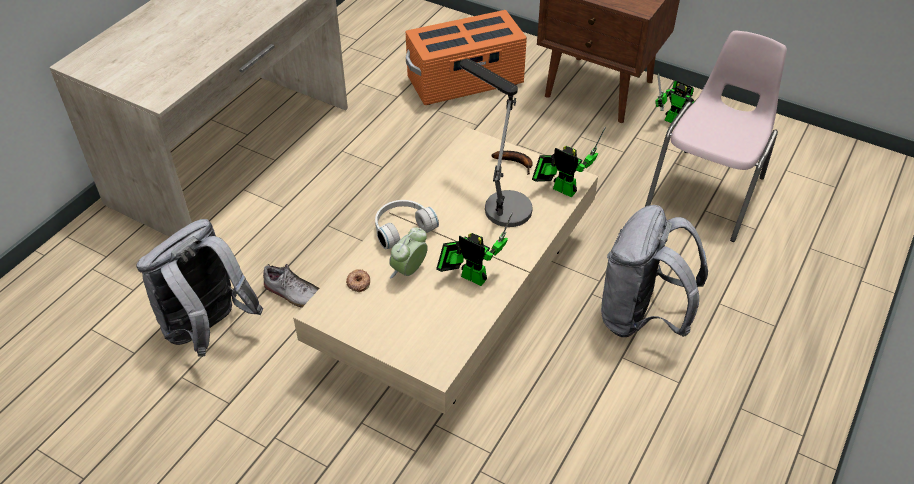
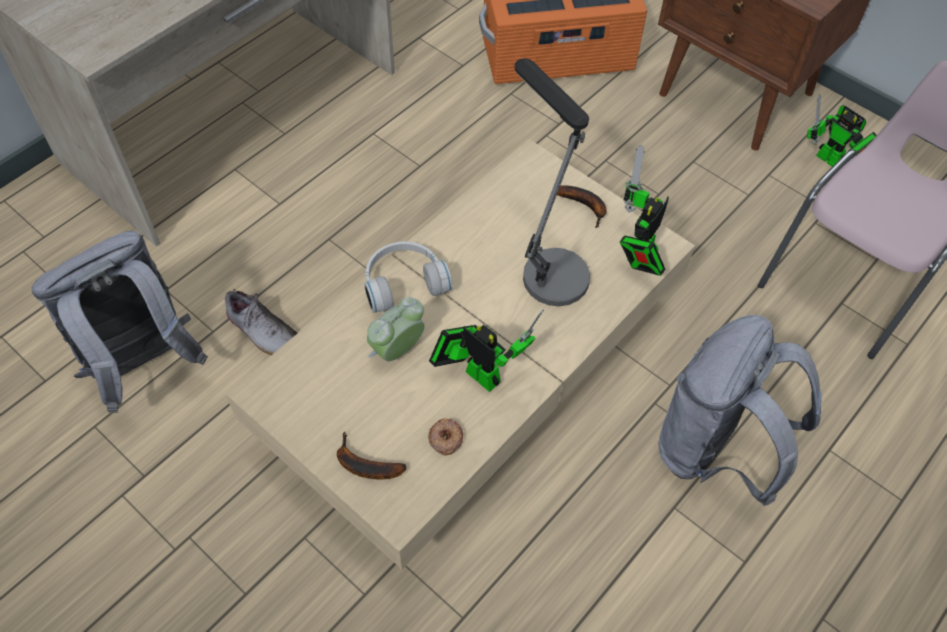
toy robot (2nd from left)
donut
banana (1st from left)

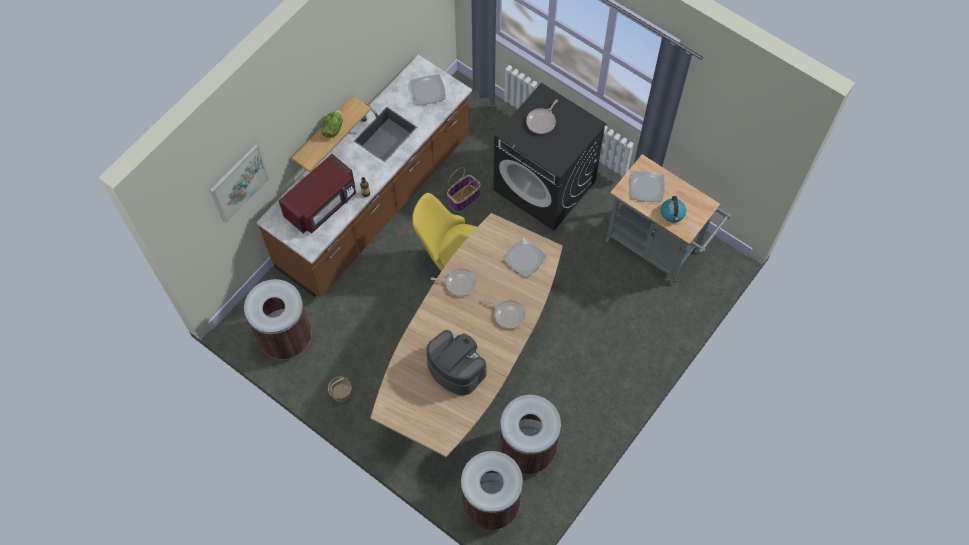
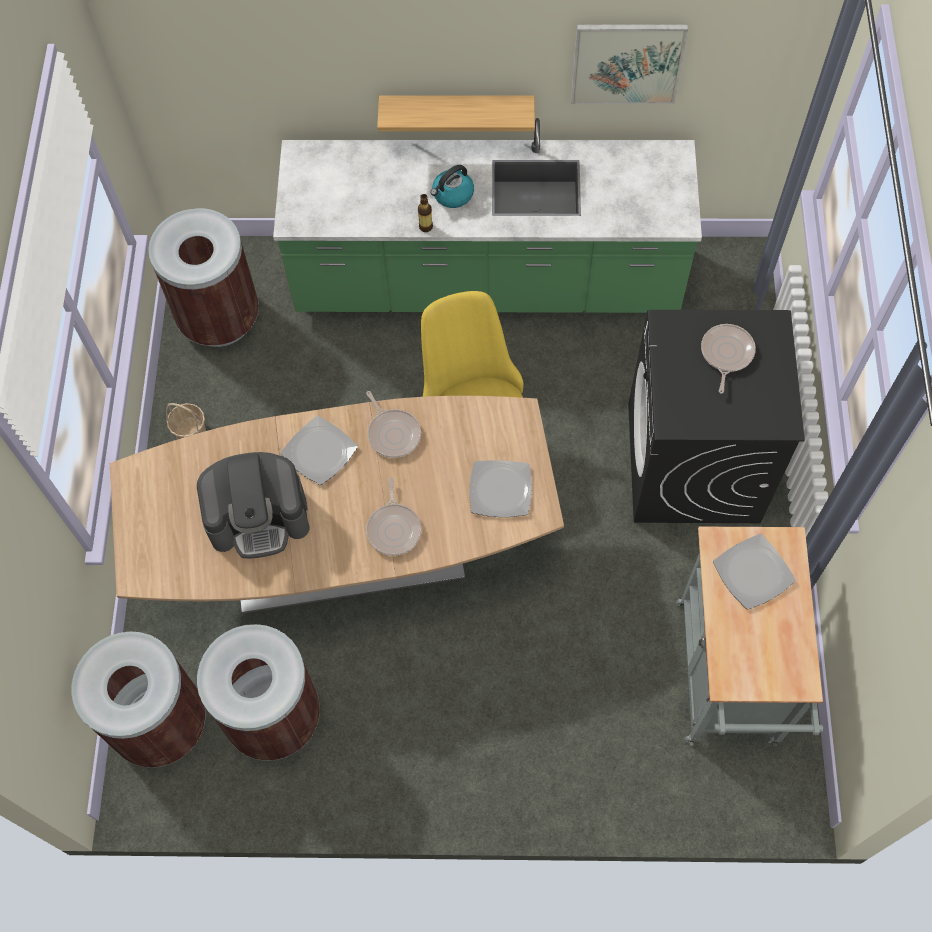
green counter
plate (1st from left)
frying pan (3rd from left)
lettuce
picture
red microwave
basket (2nd from left in the first image)
kettle
coffee machine

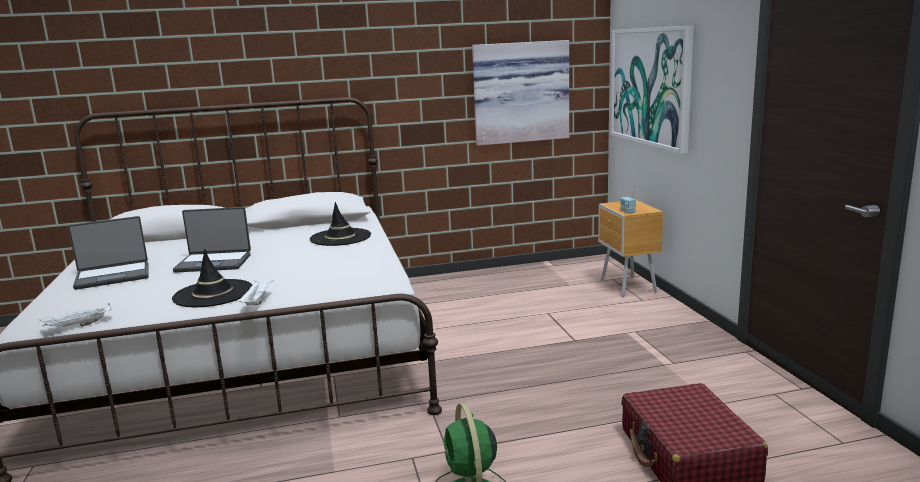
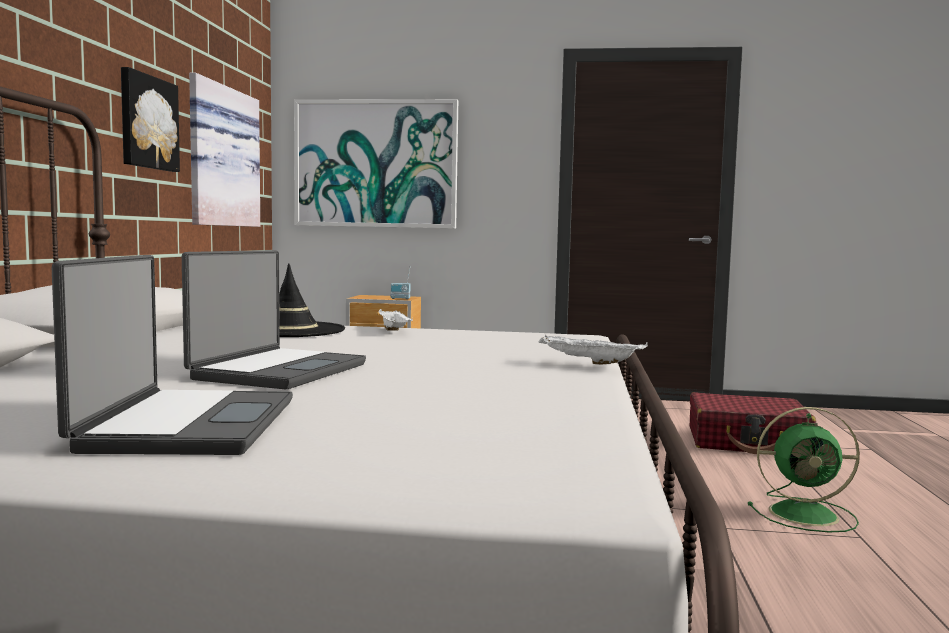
black hat (1st from left in the first image)
white tray (1st from left)
picture (1st from left)

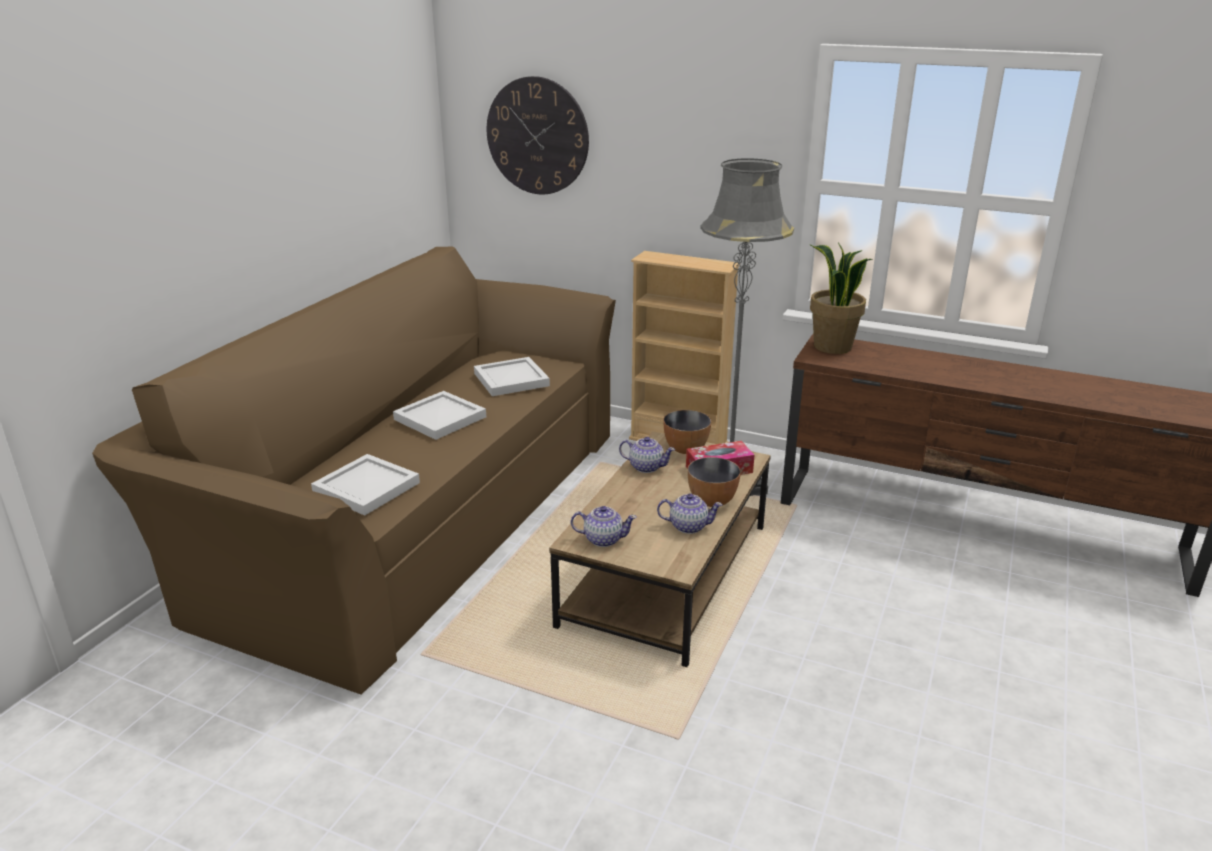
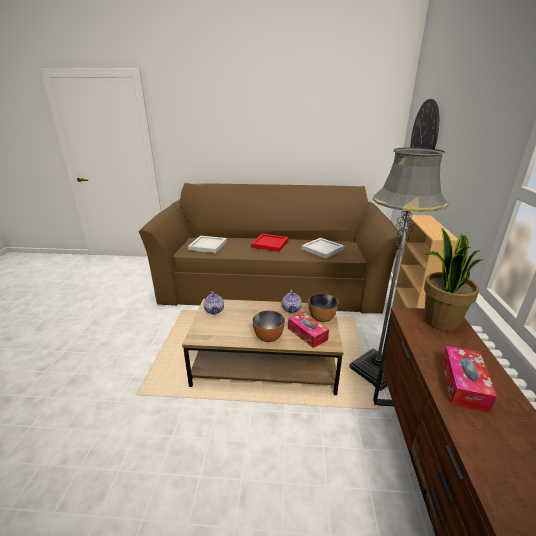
red tray
teapot (3rd from left in the first image)
tissue box (2nd from left)

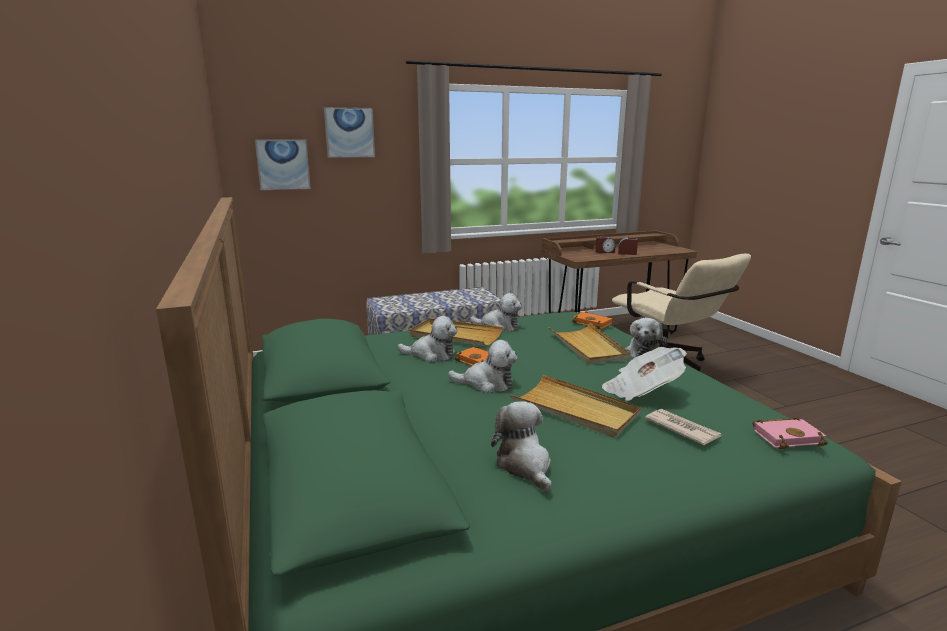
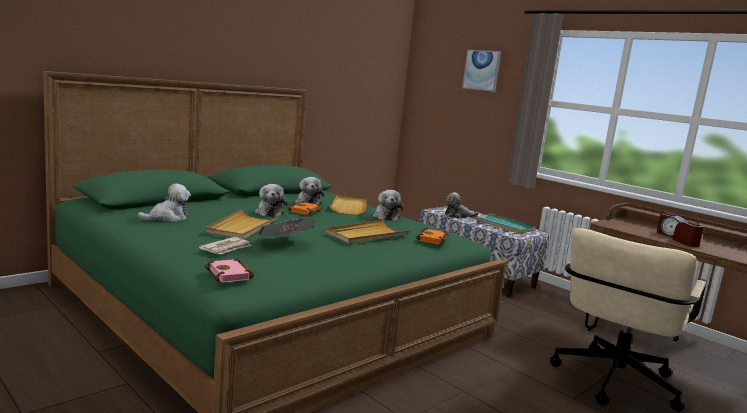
picture (1st from left in the first image)
plush toy (5th from left)
turquoise tray

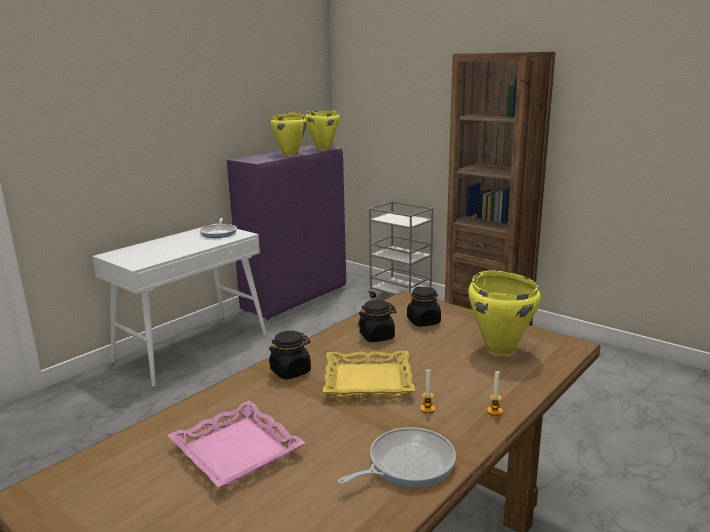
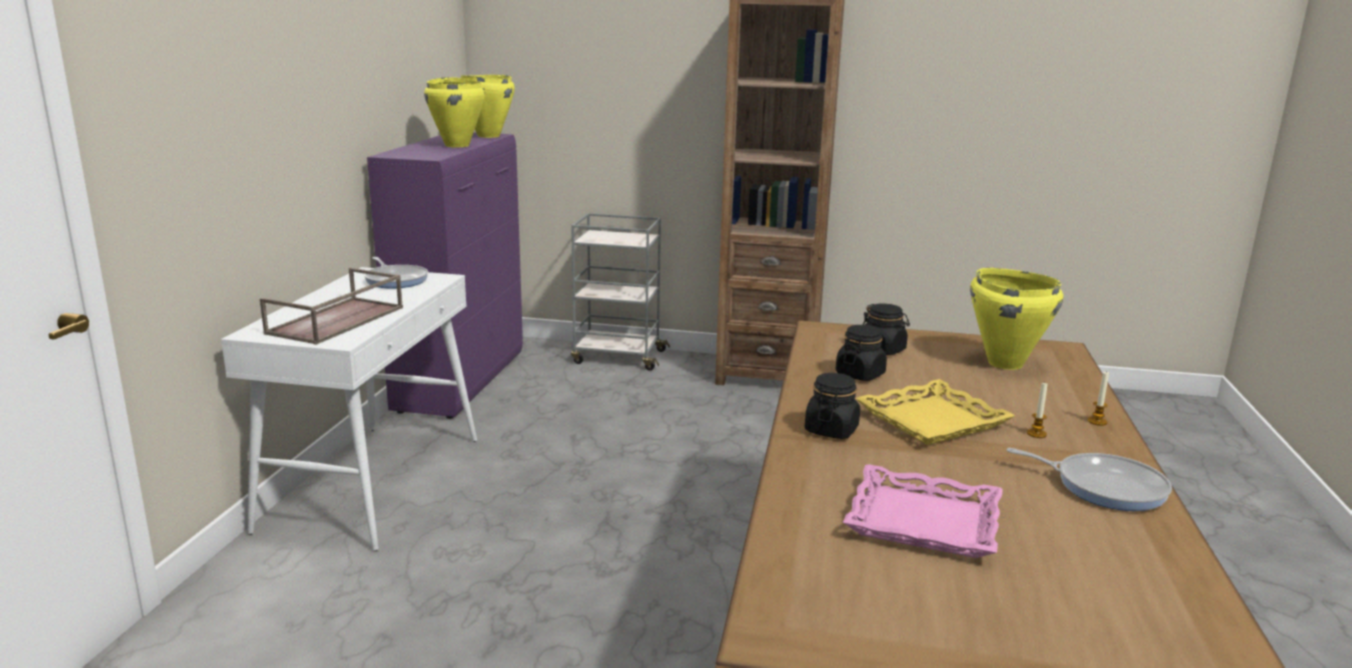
frying pan (2nd from left)
brown tray

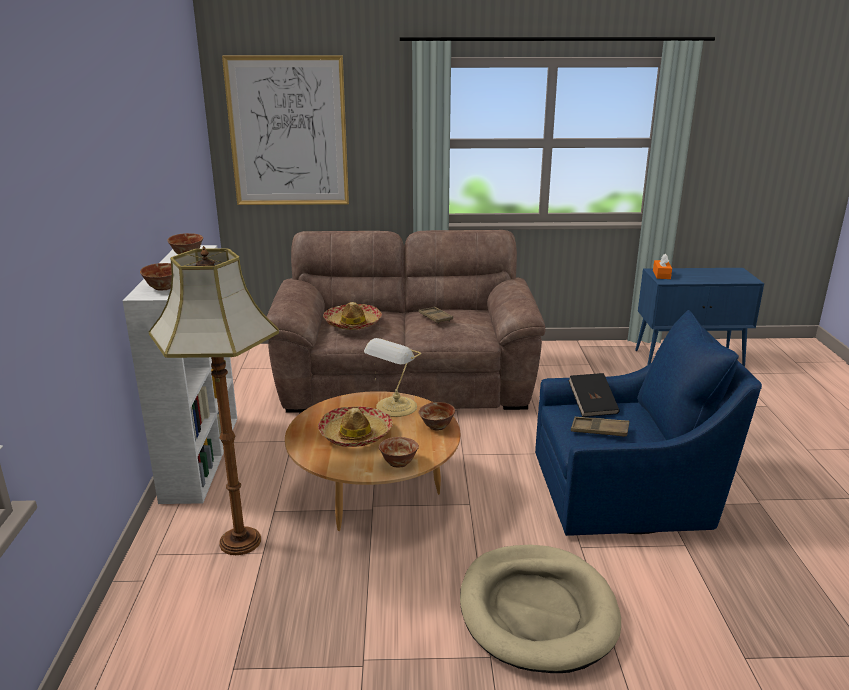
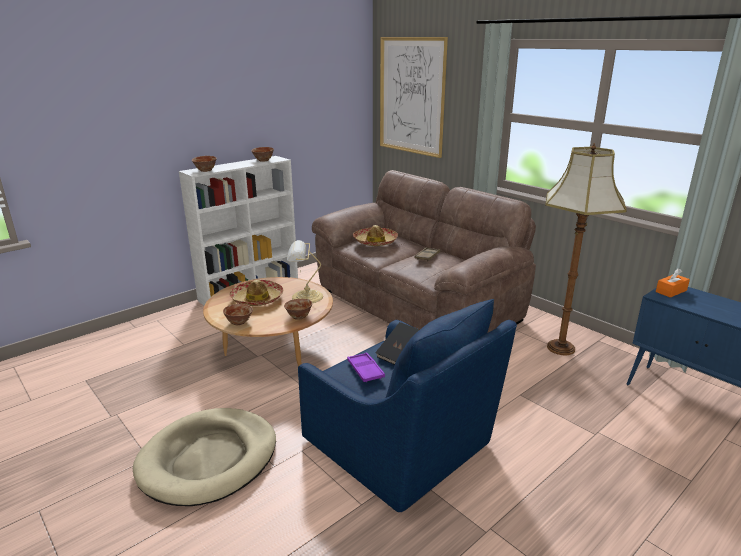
floor lamp
purple tray

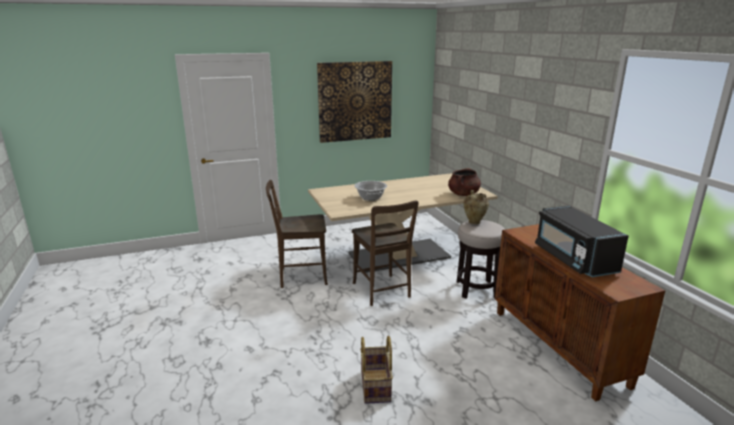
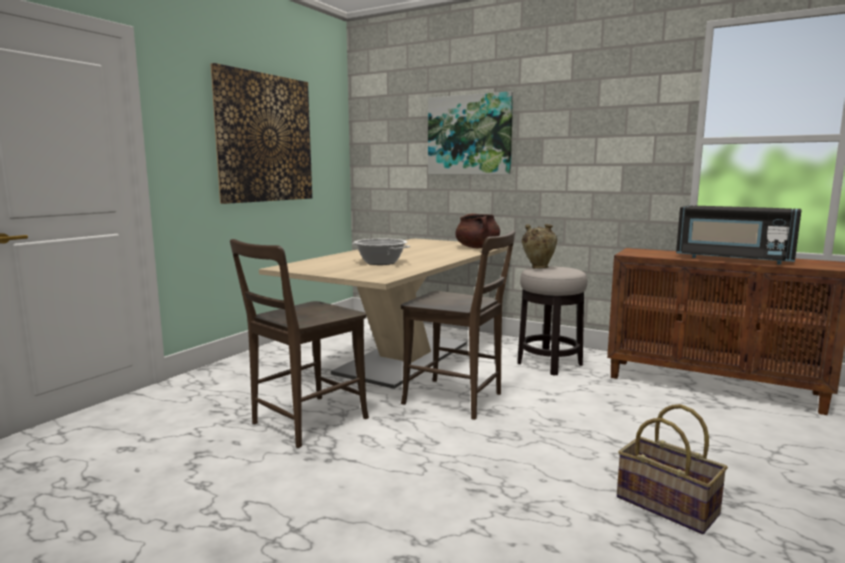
picture (2nd from left)

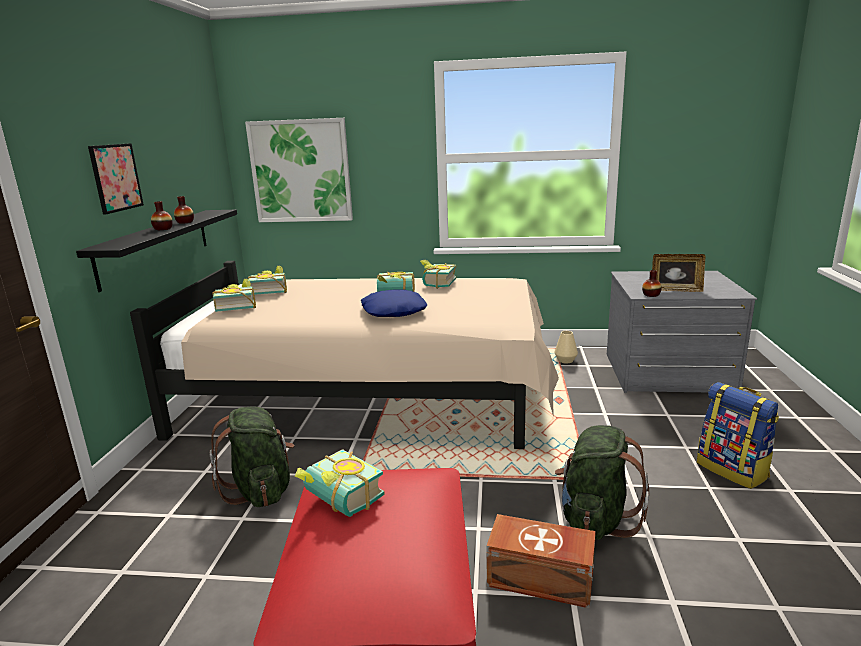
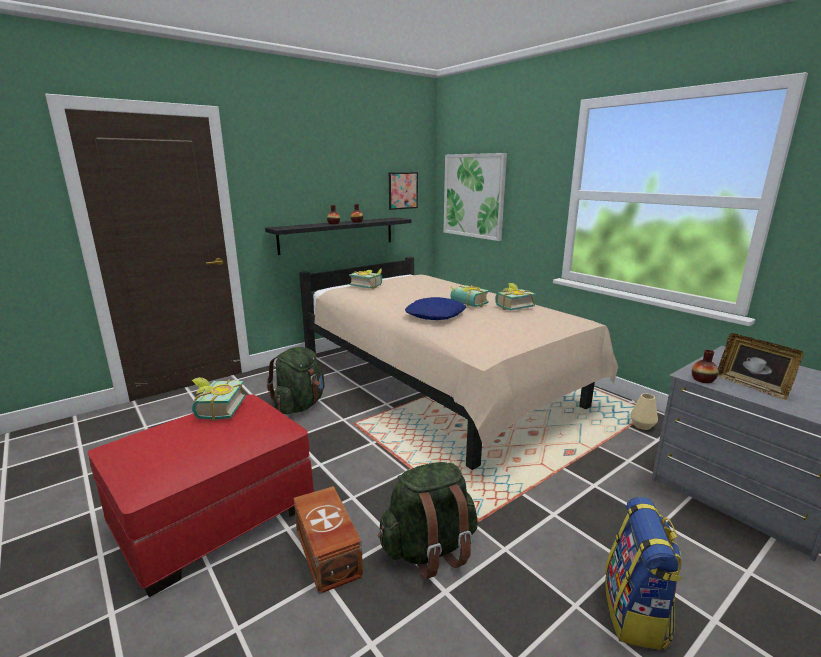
picture (1st from left)
book (2nd from left in the first image)

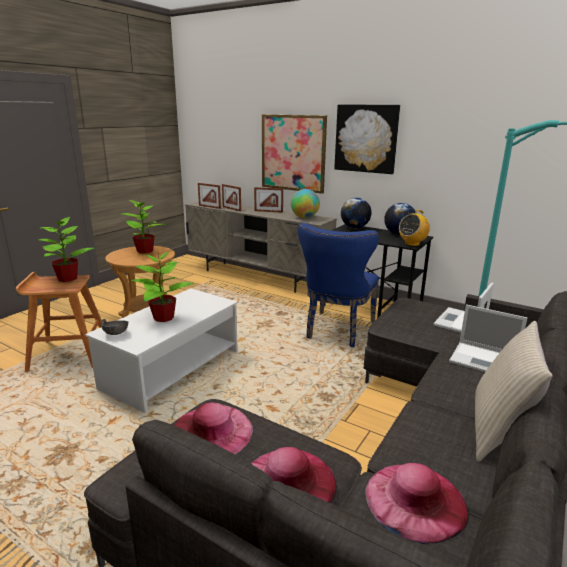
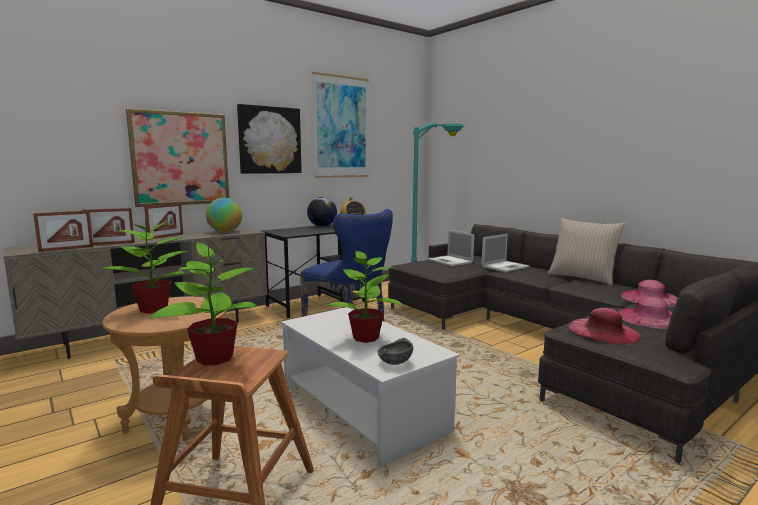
globe (2nd from left in the first image)
picture (3rd from left)

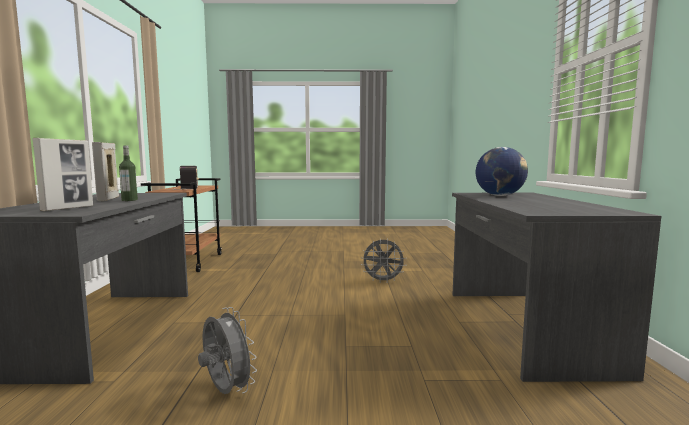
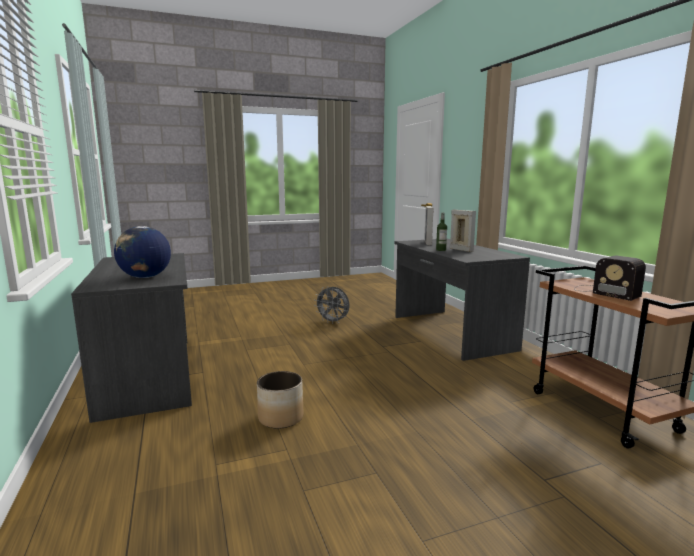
planter

